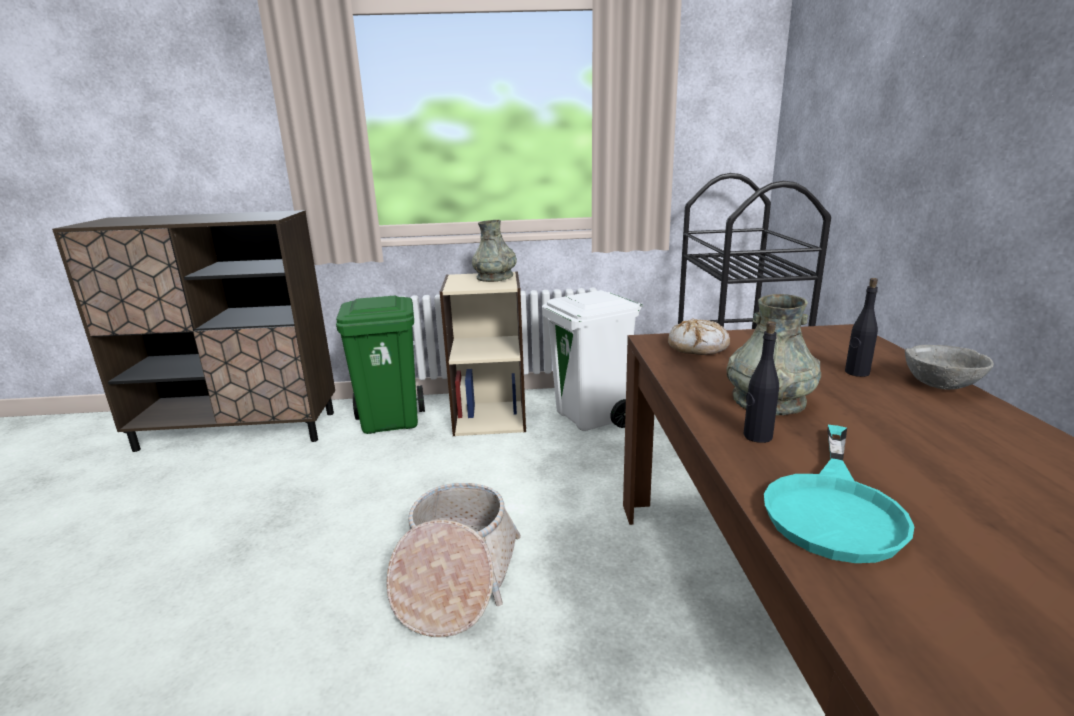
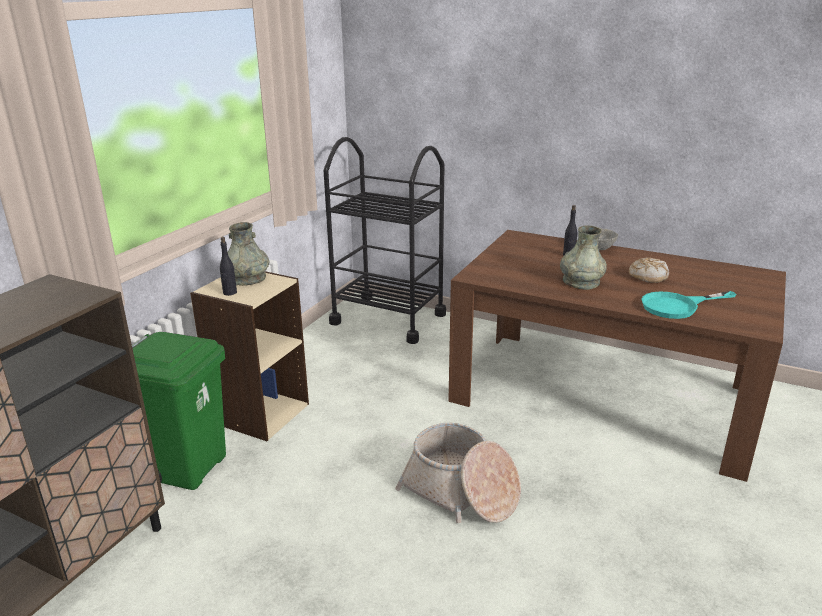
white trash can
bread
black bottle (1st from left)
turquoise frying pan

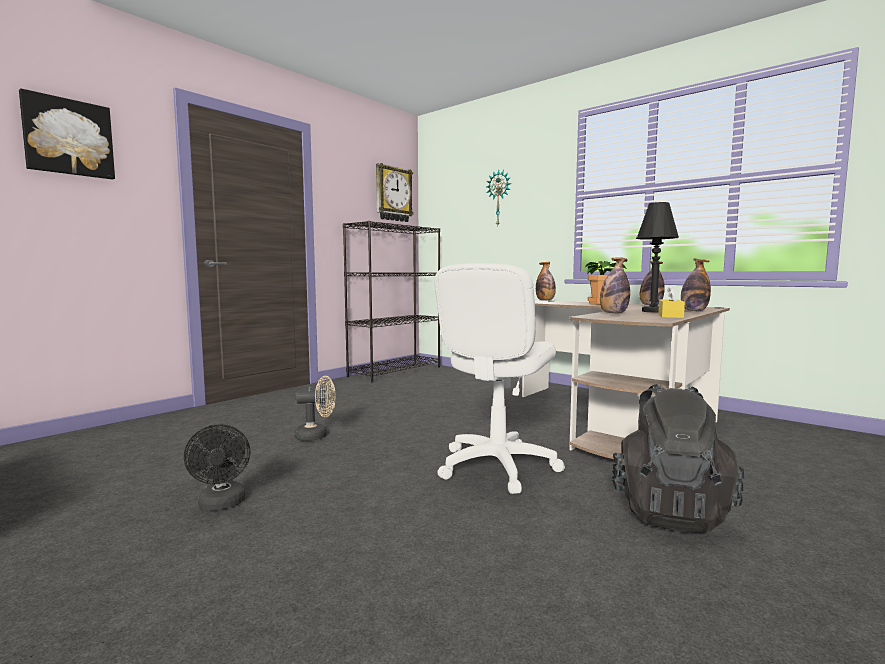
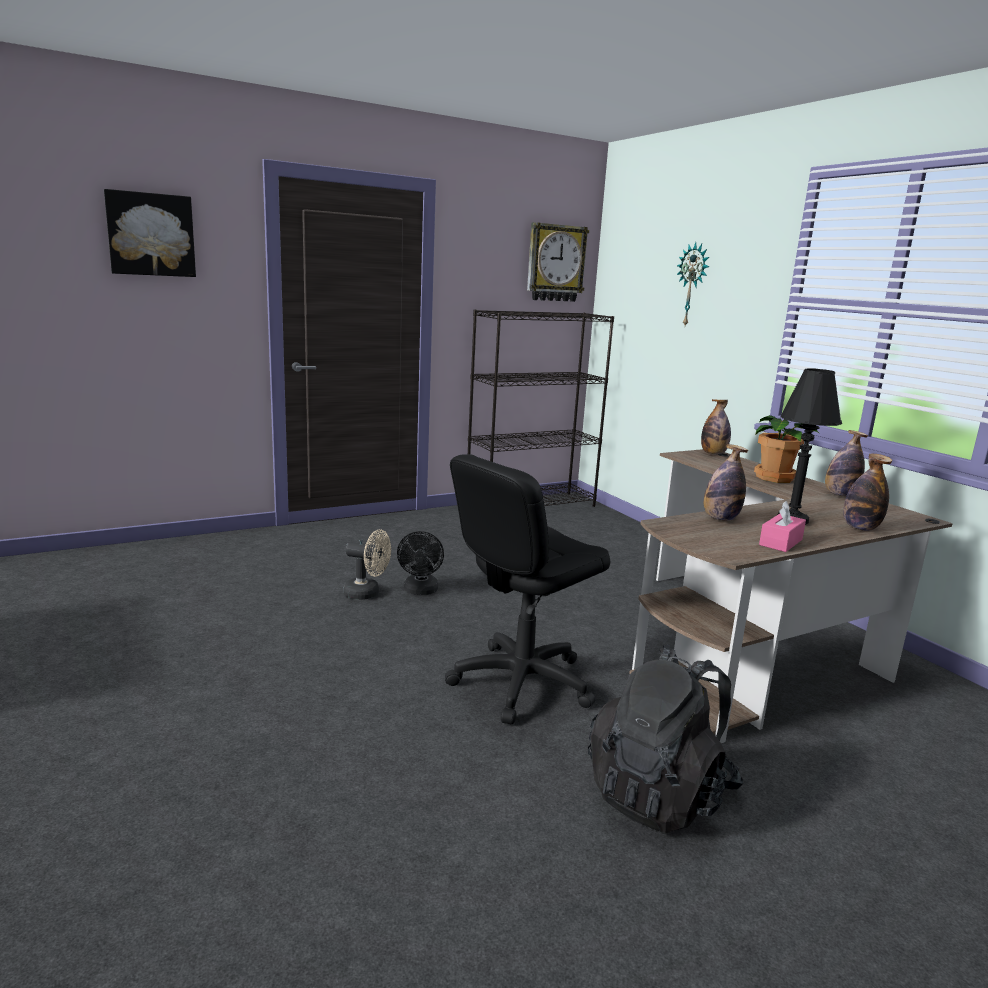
black office chair
pink tissue box
black fan

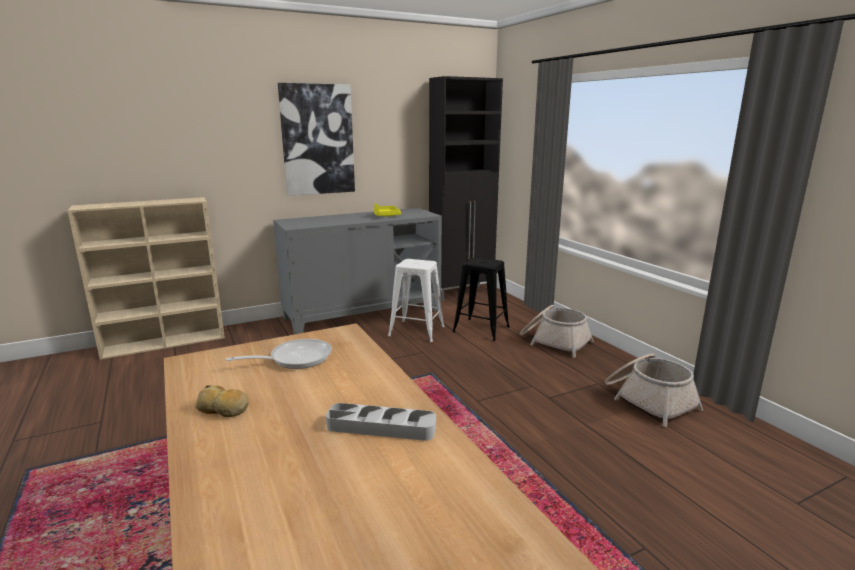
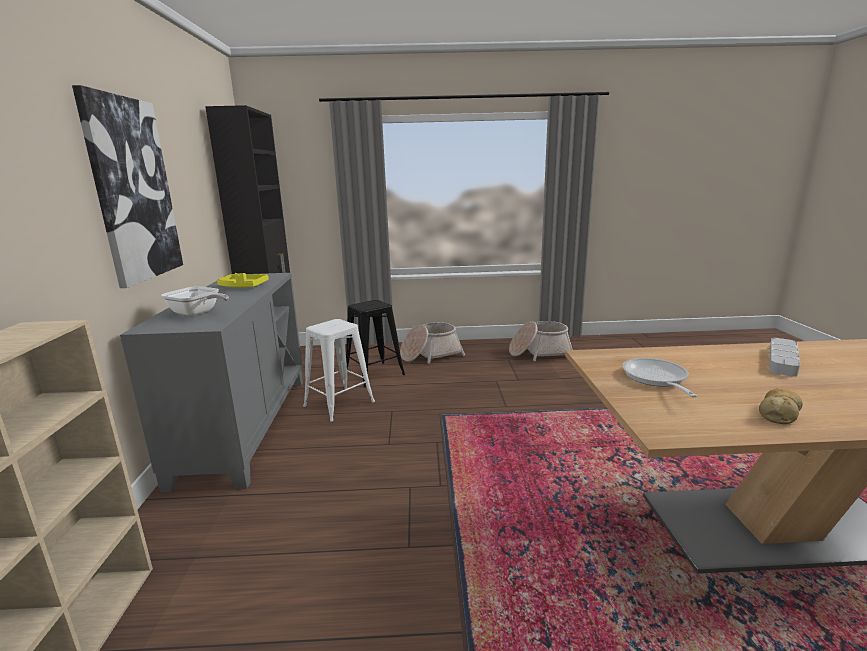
frying pan (1st from left)

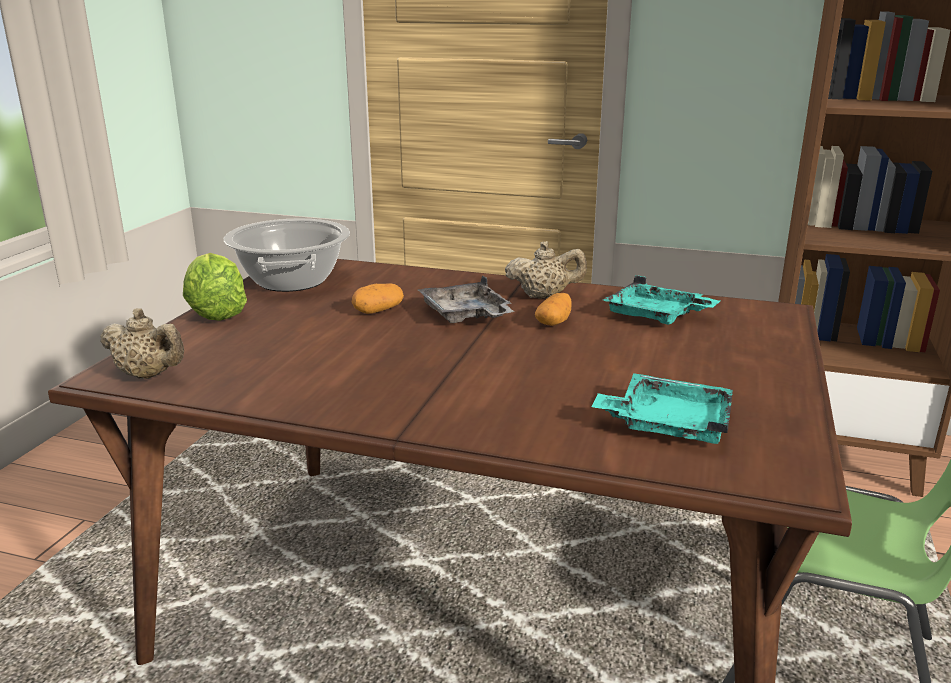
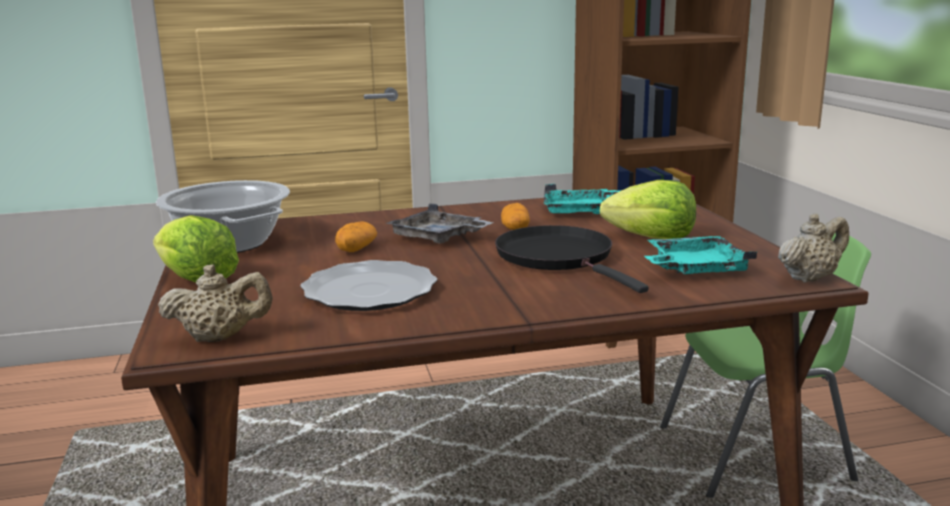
beige teapot (2nd from left)
lettuce (2nd from left)
black frying pan
plate

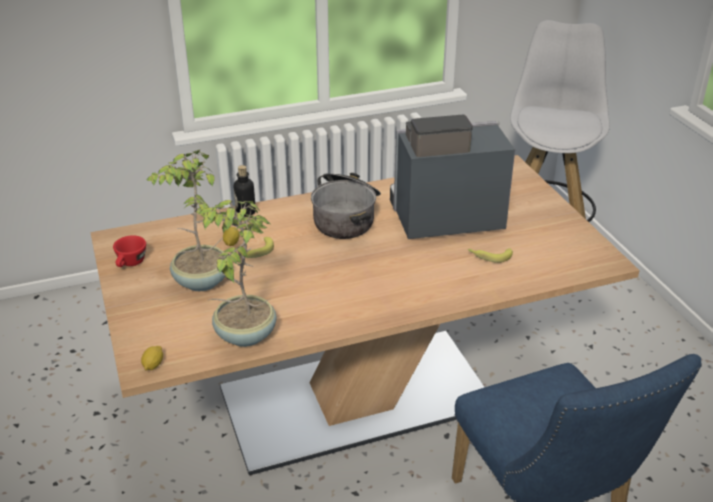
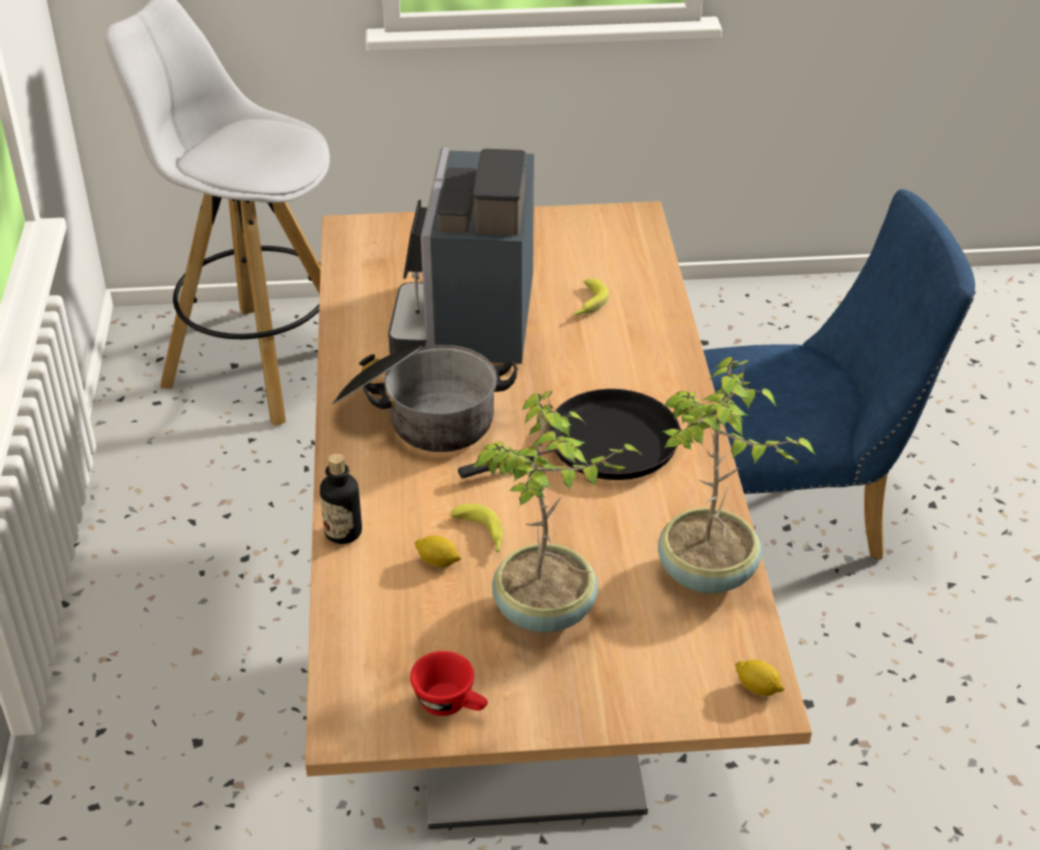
black frying pan

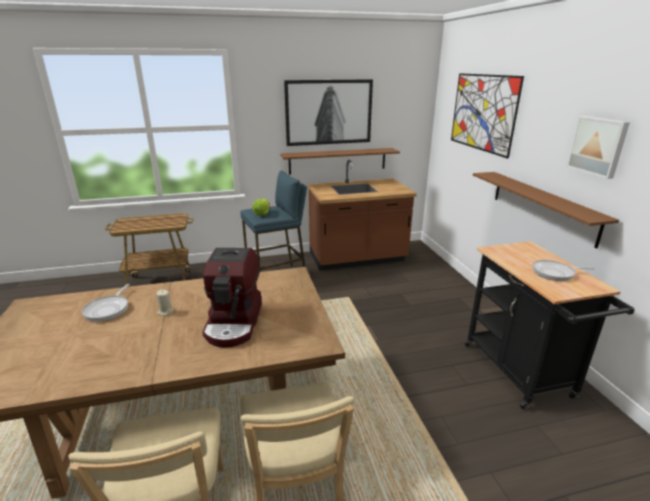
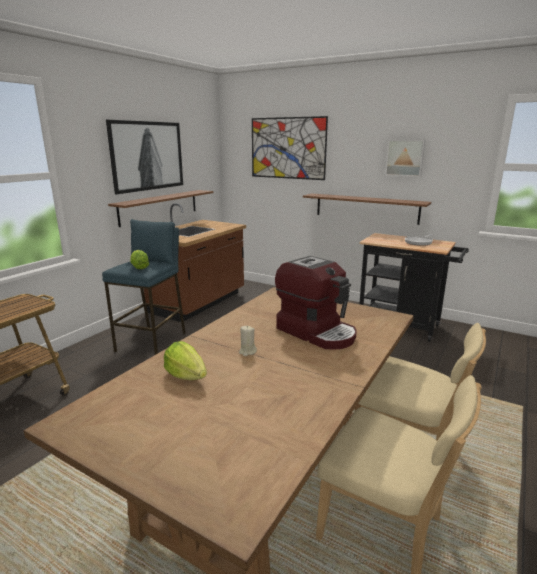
lettuce (2nd from left)

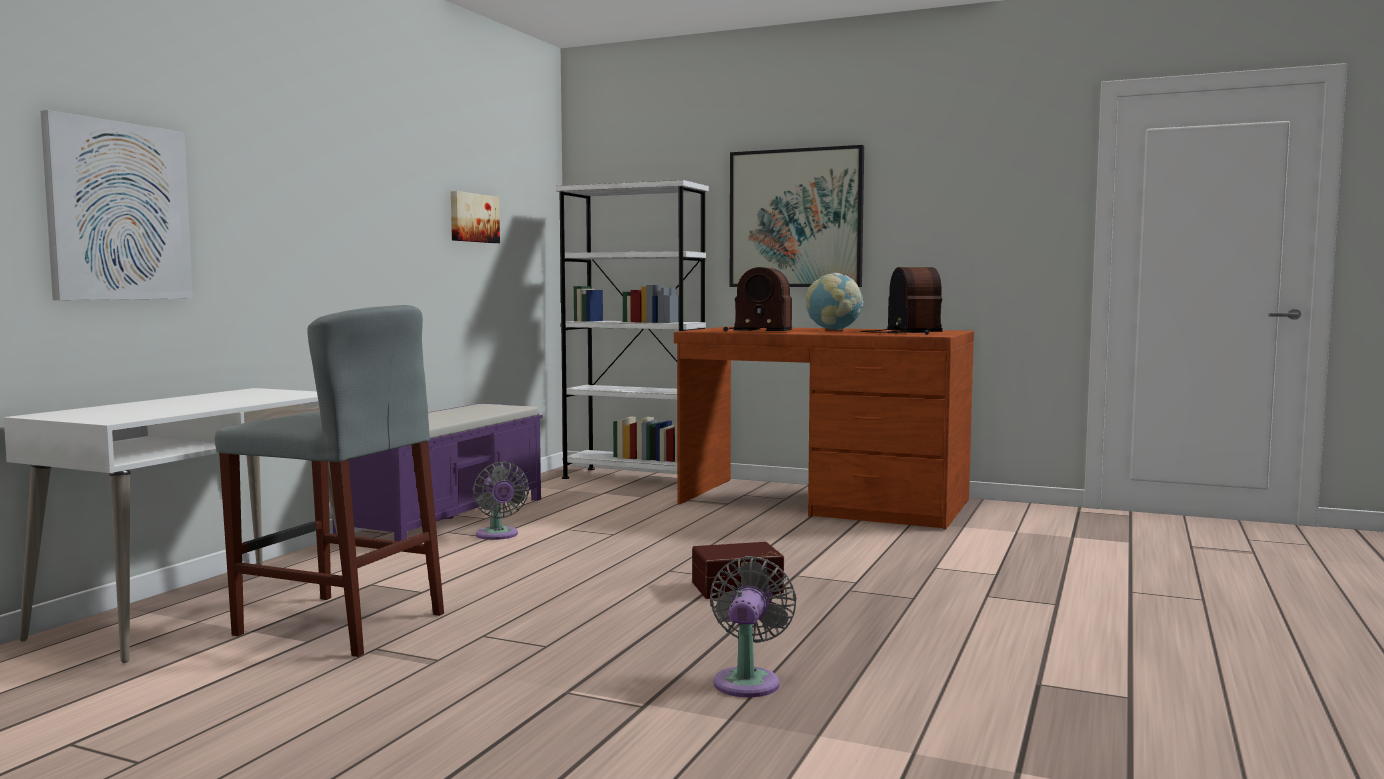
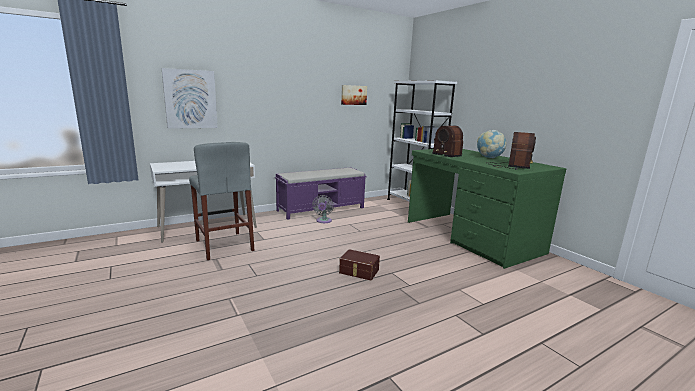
picture (3rd from left in the first image)
green desk
grey fan (2nd from left in the first image)

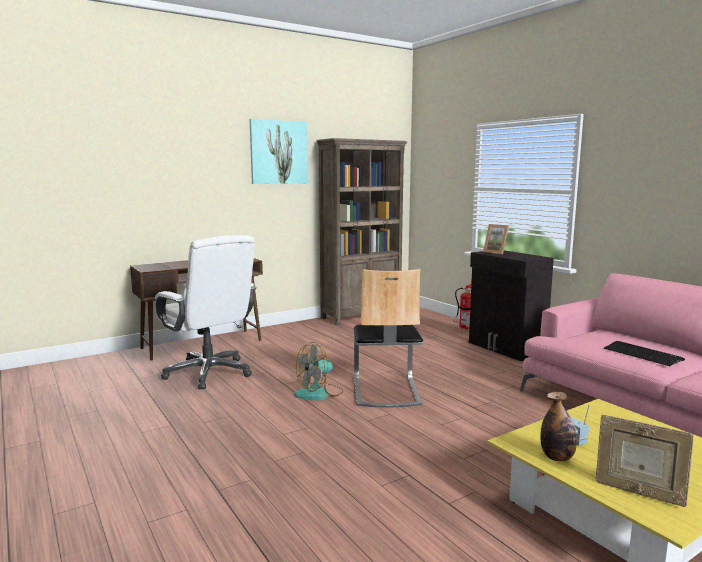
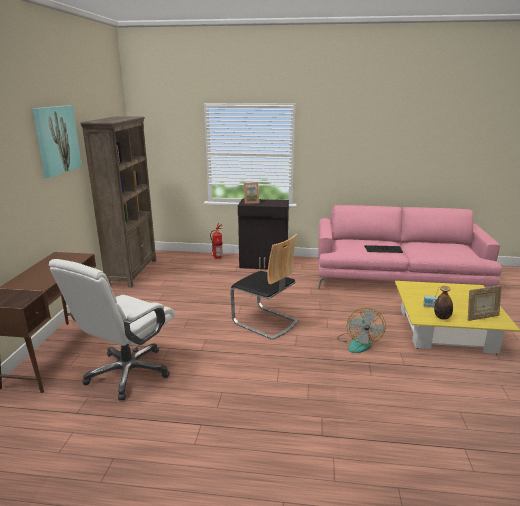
white office chair
fan

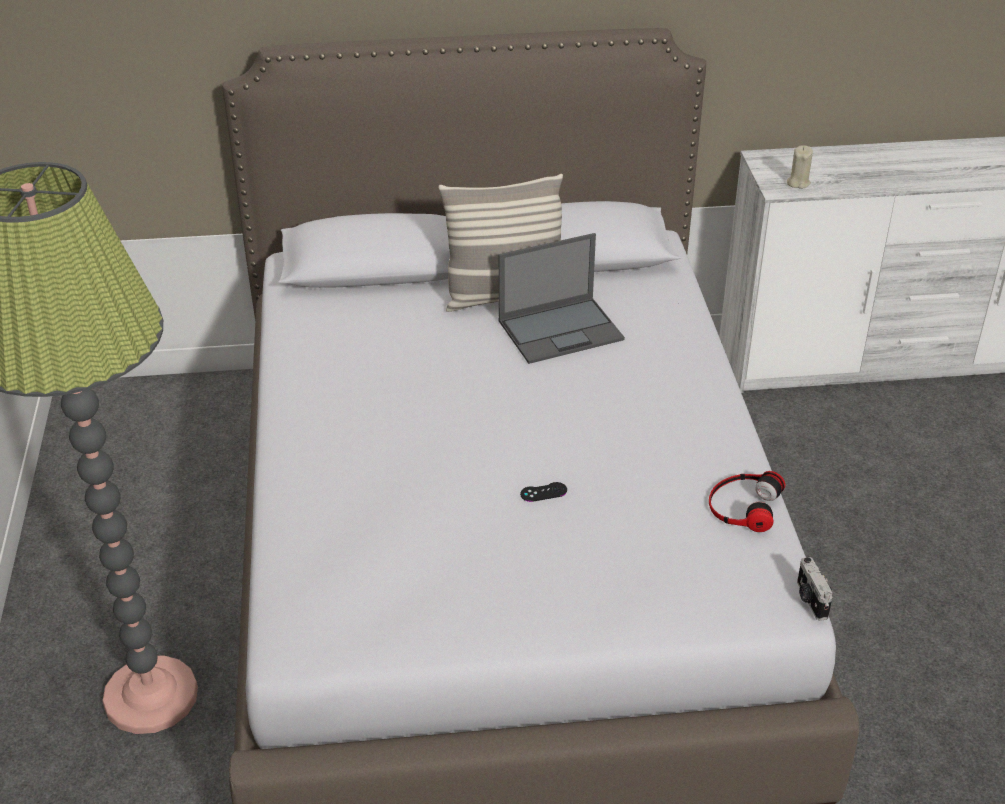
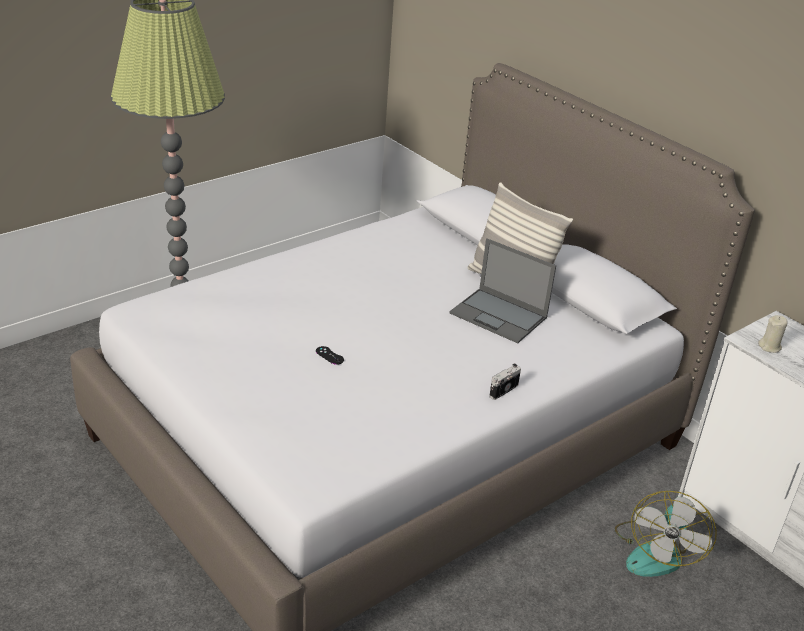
headphones
photo camera
fan

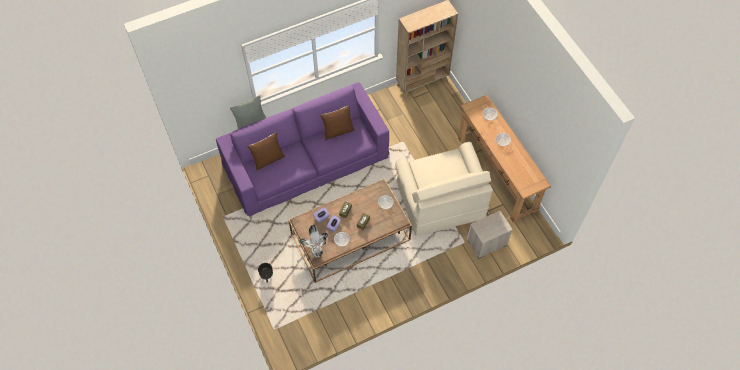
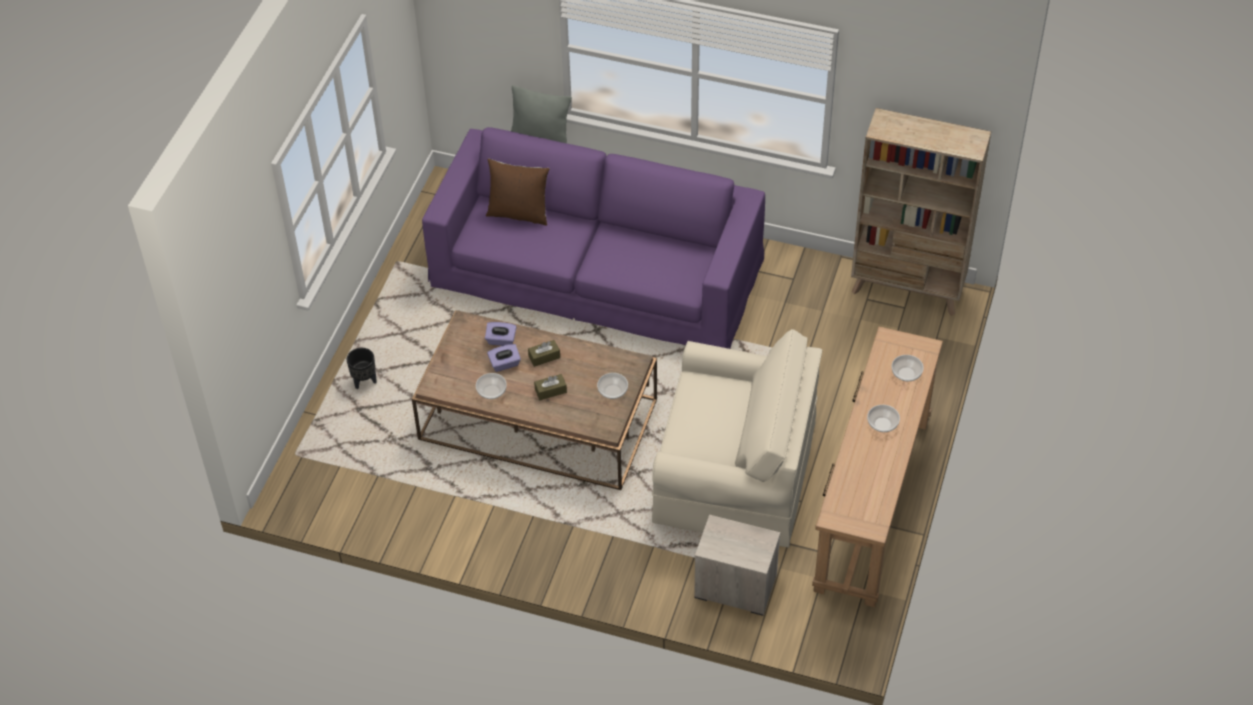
brown pillow (2nd from left in the first image)
beige armchair
potted plant

